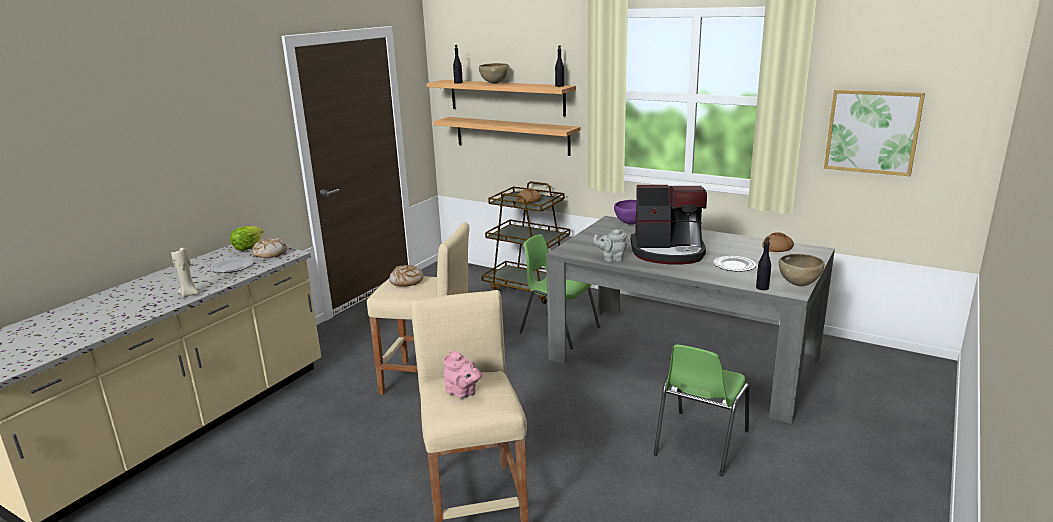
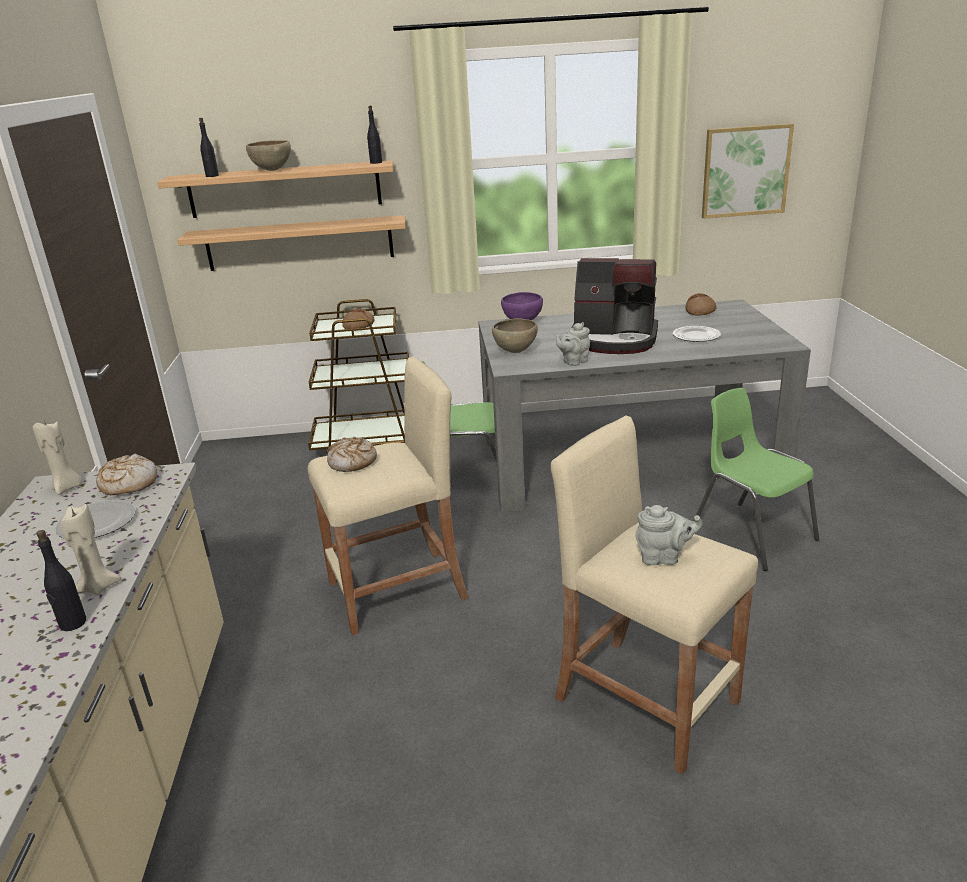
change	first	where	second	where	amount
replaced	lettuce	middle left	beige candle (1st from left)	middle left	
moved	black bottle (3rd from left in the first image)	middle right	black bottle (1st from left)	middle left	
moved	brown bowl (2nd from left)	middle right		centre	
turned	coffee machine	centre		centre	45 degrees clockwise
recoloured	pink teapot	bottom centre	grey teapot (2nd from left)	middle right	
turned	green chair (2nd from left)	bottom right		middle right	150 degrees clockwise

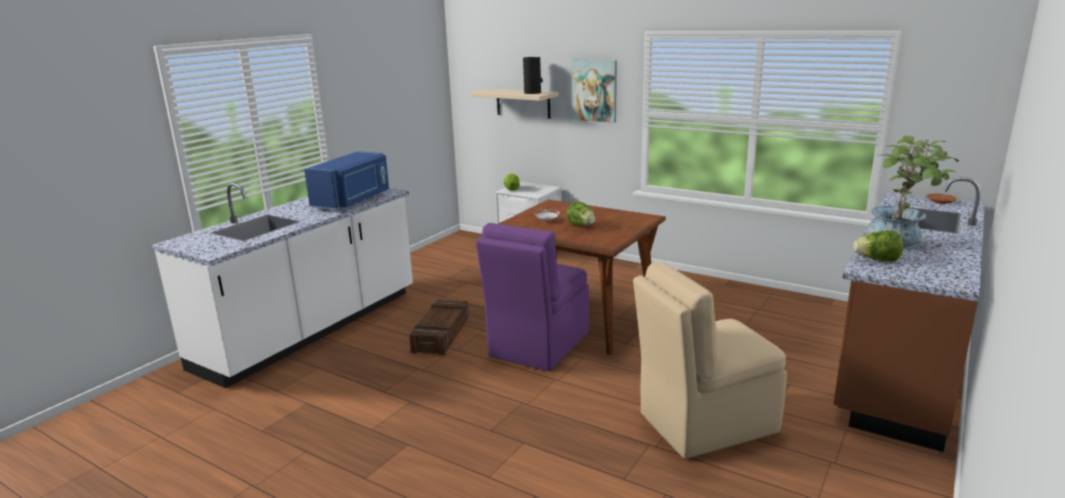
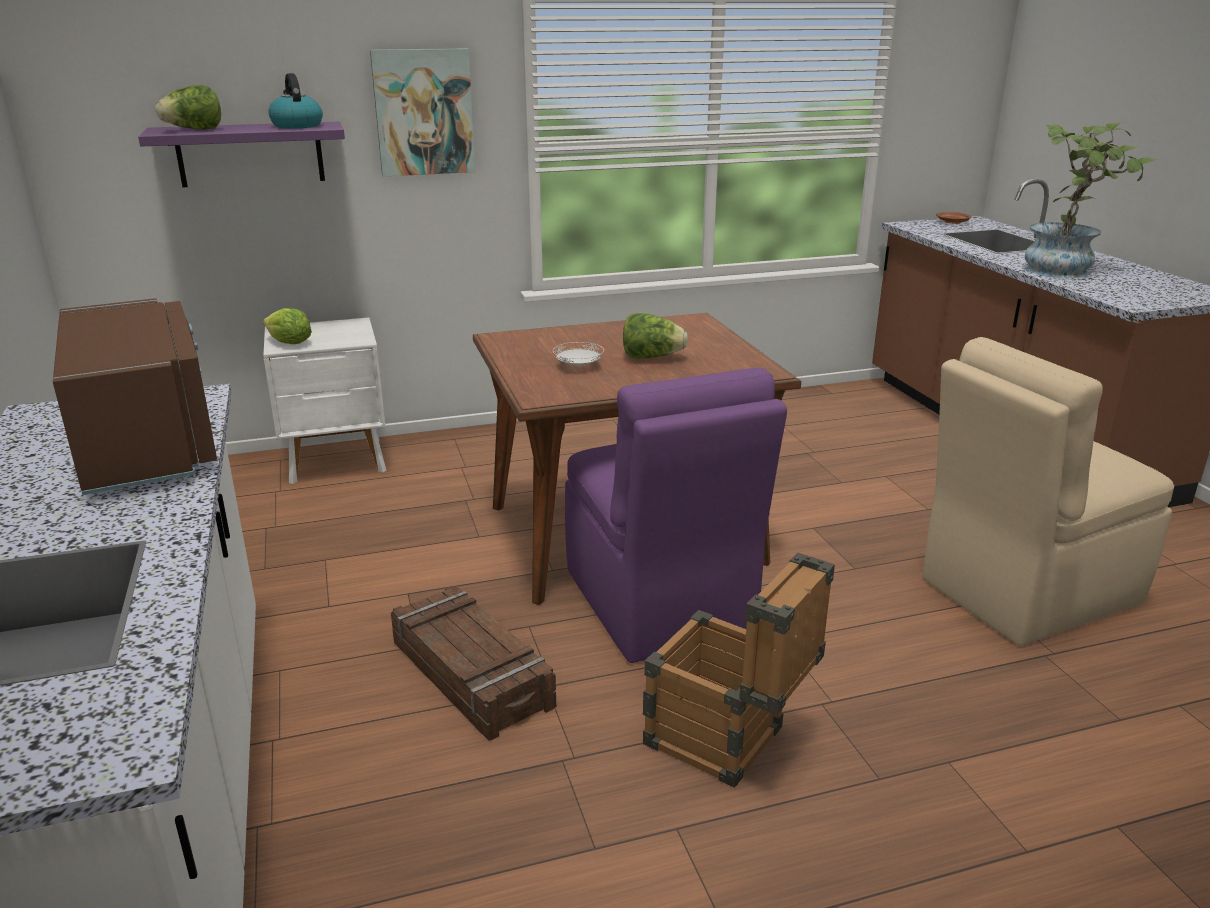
change	first	where	second	where	amount
recoloured	blue microwave	middle left	brown microwave	middle left	
recoloured	beige shelf	top centre	purple shelf	top left	
moved	lettuce (3rd from left in the first image)	middle right	lettuce (1st from left)	top left	
replaced	vase	top centre	kettle	top left	
added			crate (2nd from left)	bottom centre	
turned	beige chair	bottom right		middle right	45 degrees clockwise

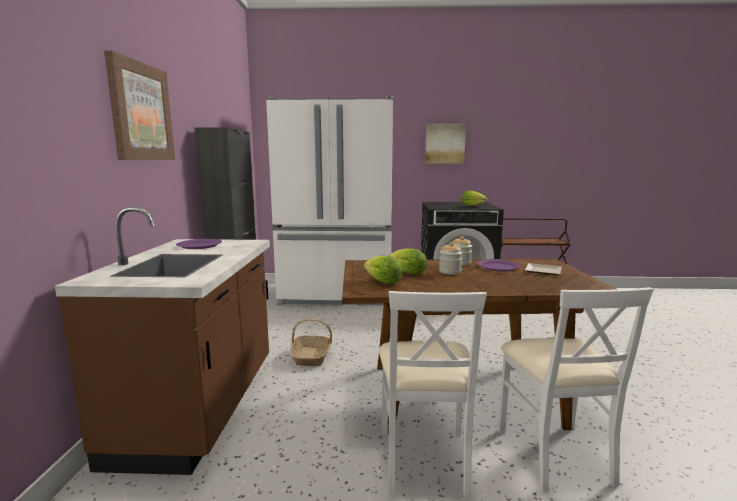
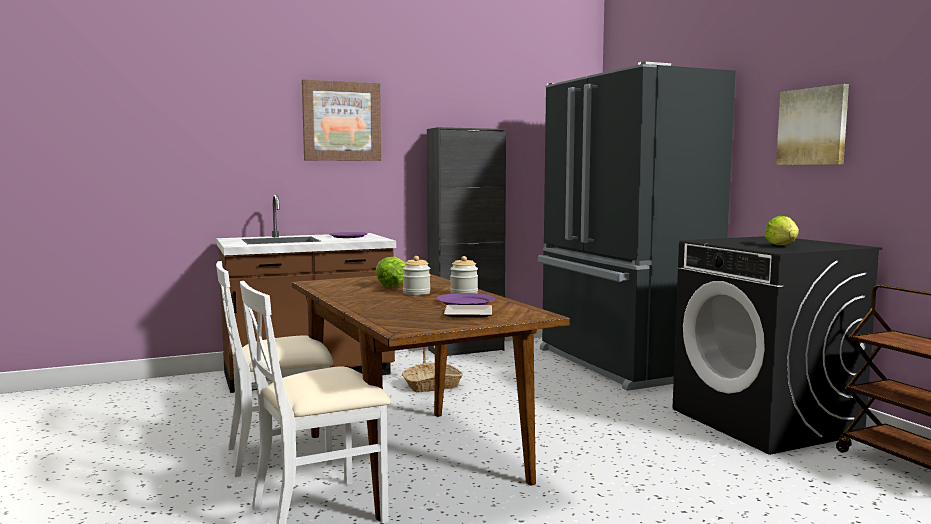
change	first	where	second	where	amount
recoloured	white fridge	centre	black fridge	middle right	
removed	lettuce (1st from left)	centre			

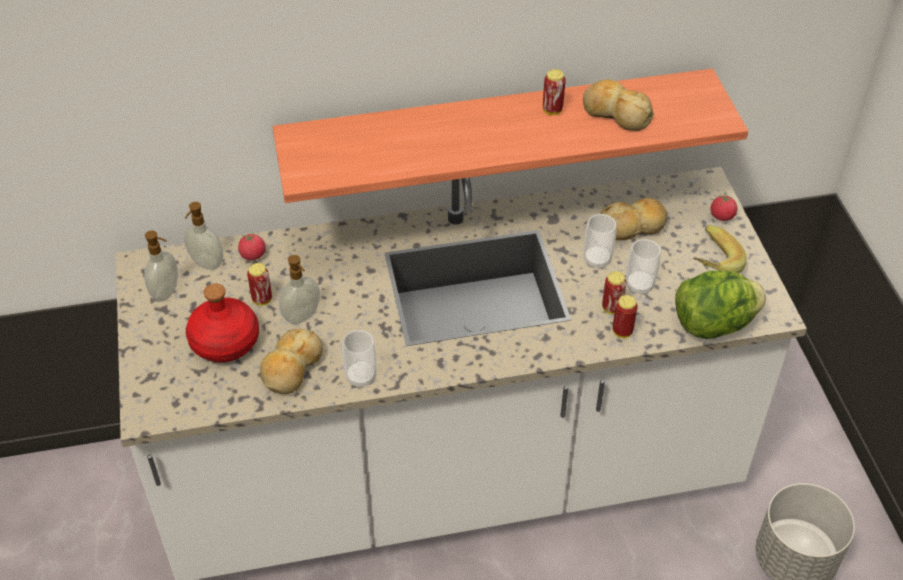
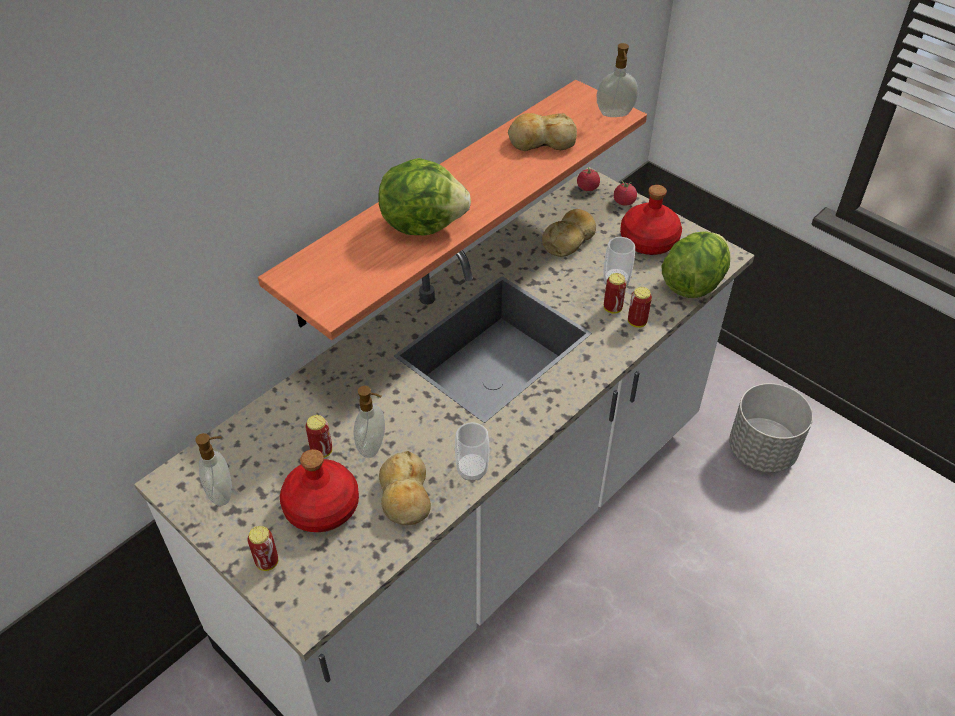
change	first	where	second	where	amount
moved	can (2nd from left in the first image)	top centre	can (1st from left)	bottom left	
added			lettuce (1st from left)	top centre	
moved	tomato (1st from left)	middle left		top centre	
moved	soap dispenser (2nd from left in the first image)	middle left	soap dispenser (3rd from left)	top centre	
replaced	banana	middle right	red bottle (2nd from left)	top right	
removed	cup (2nd from left)	centre			

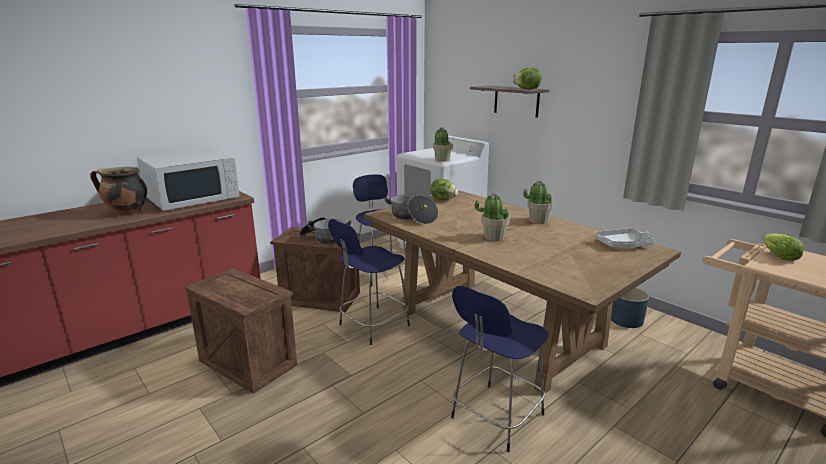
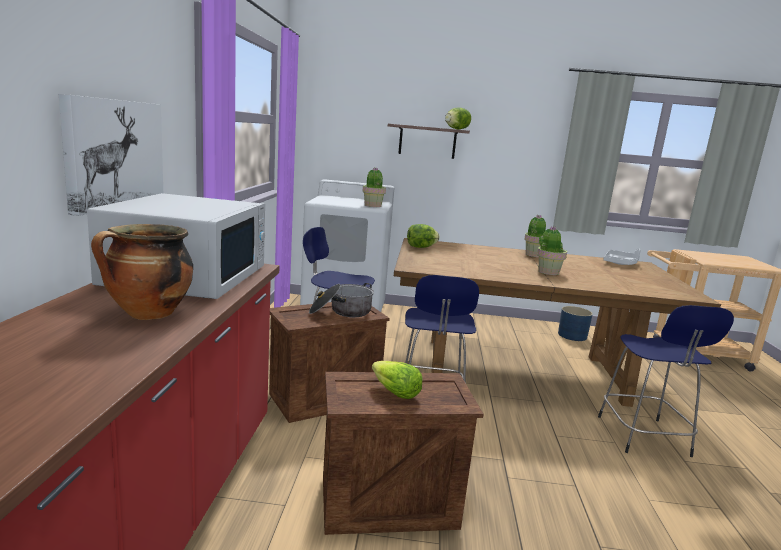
change	first	where	second	where	amount
added			picture	top left	
moved	lettuce (3rd from left in the first image)	middle right	lettuce (1st from left)	bottom centre	
removed	cooking pot (3rd from left)	centre			

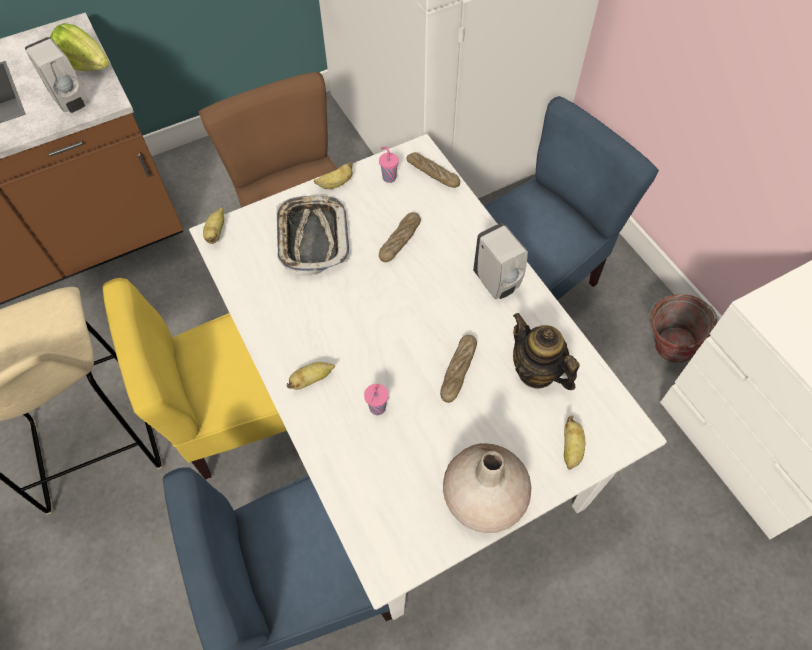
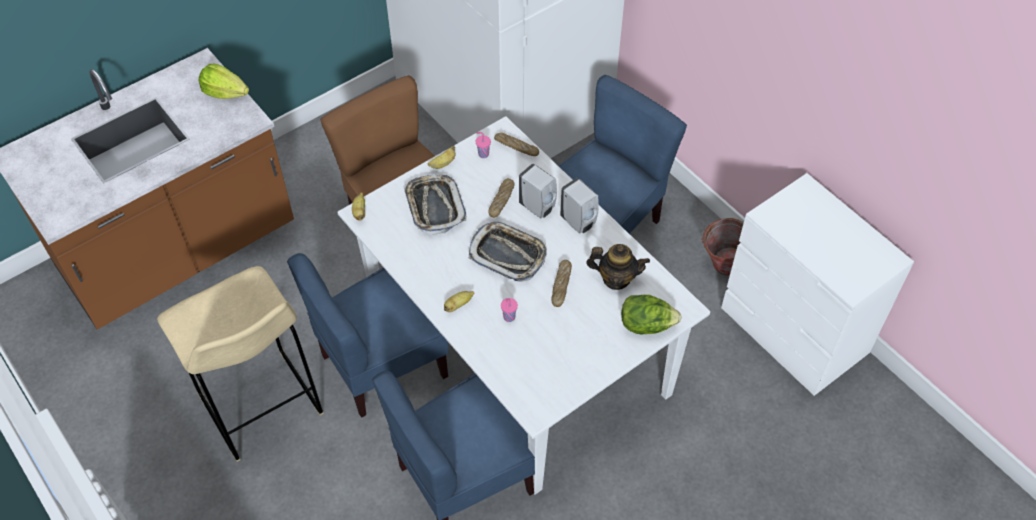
change	first	where	second	where	amount
recoloured	yellow chair	middle left	blue chair (1st from left)	centre	
added			tray (2nd from left)	centre	
moved	white soap dispenser (1st from left)	top left		centre	
turned	teapot	middle right		centre	150 degrees clockwise
replaced	banana (4th from left)	bottom right	lettuce (2nd from left)	centre	
removed	beige vase	bottom centre			

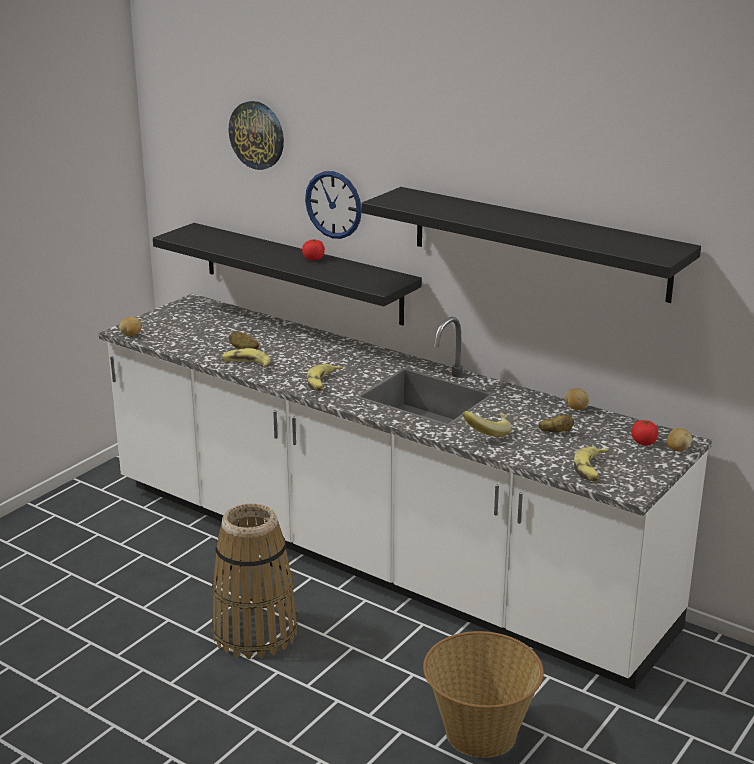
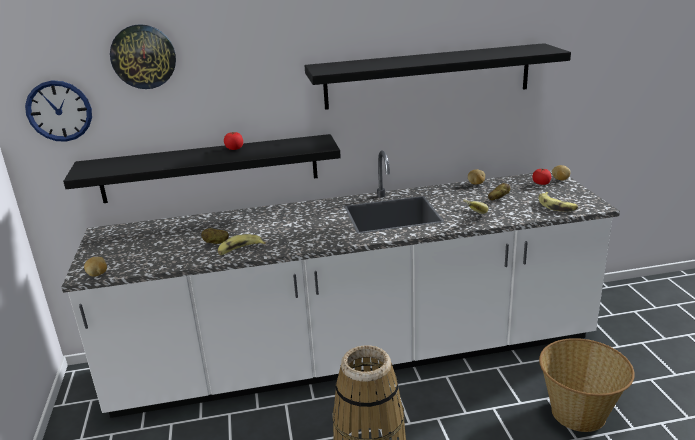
change	first	where	second	where	amount
moved	wall clock (2nd from left in the first image)	top centre	wall clock (1st from left)	top left	
removed	banana (2nd from left)	centre			

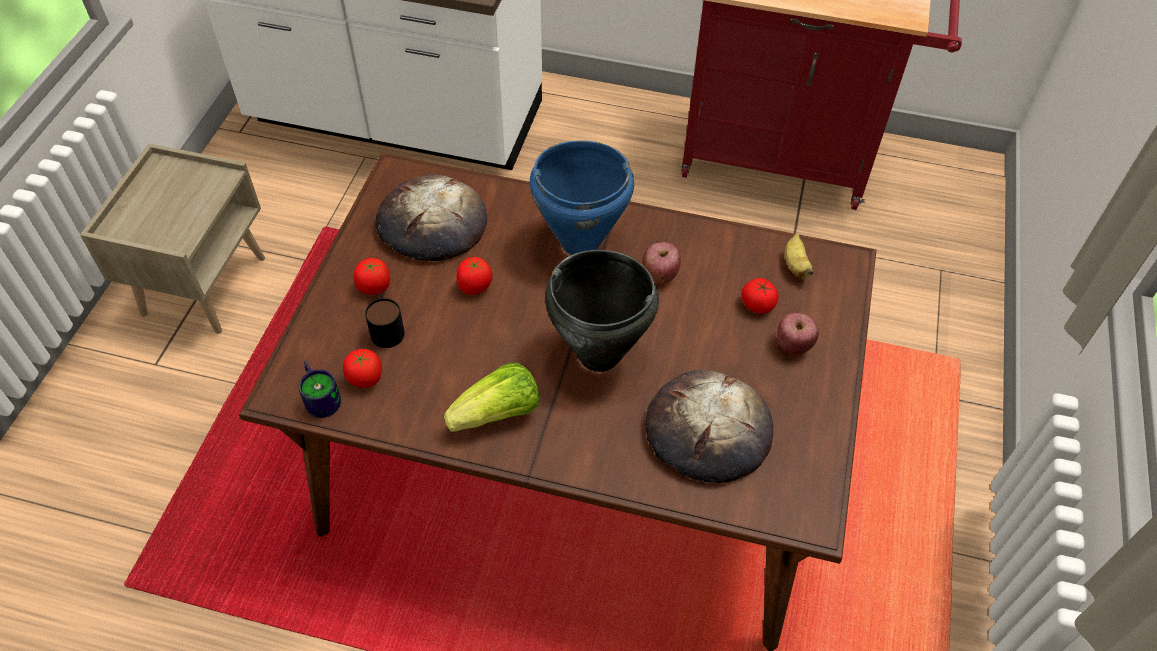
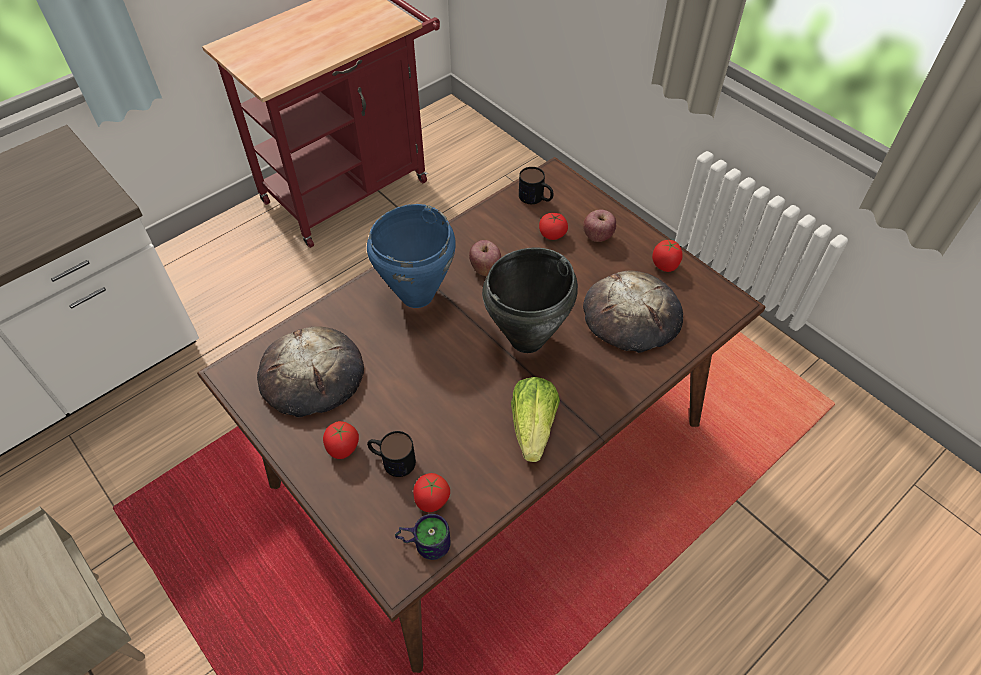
change	first	where	second	where	amount
replaced	banana	middle right	mug (3rd from left)	top centre	
moved	tomato (3rd from left in the first image)	centre	tomato (4th from left)	middle right	

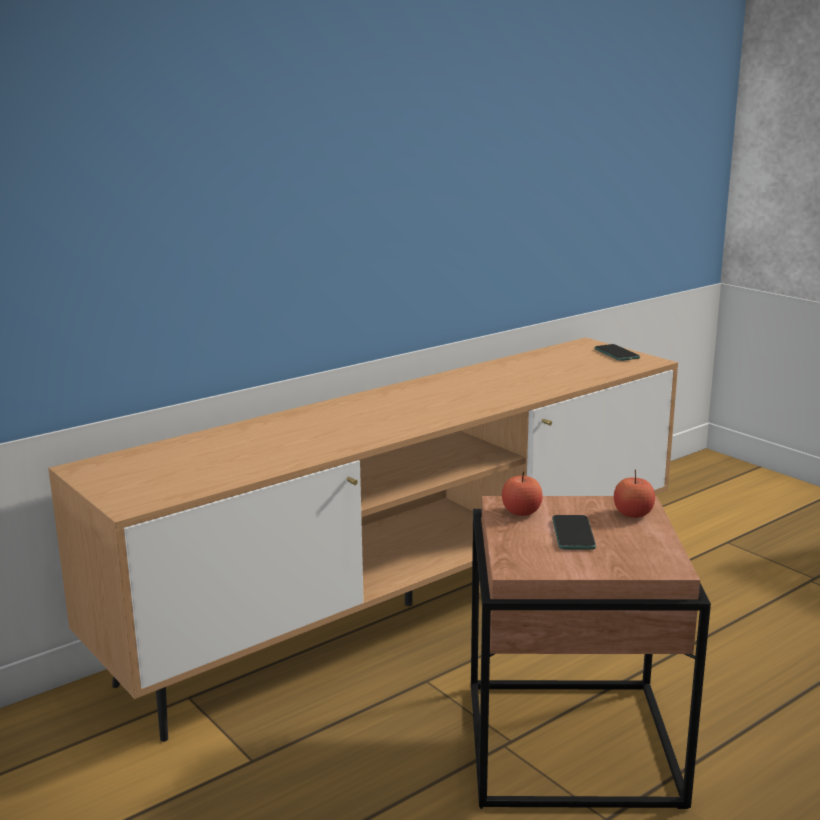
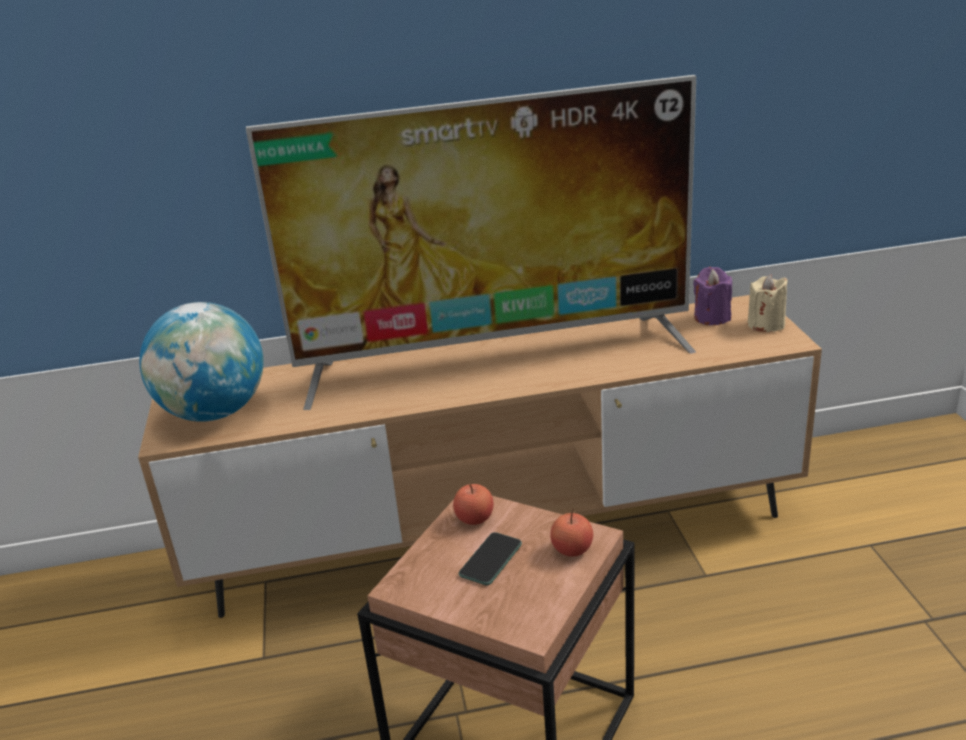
change	first	where	second	where	amount
added			globe	middle left	
added			television	top centre	
added			purple candle	middle right	
replaced	phone (2nd from left)	middle right	beige candle	middle right	

